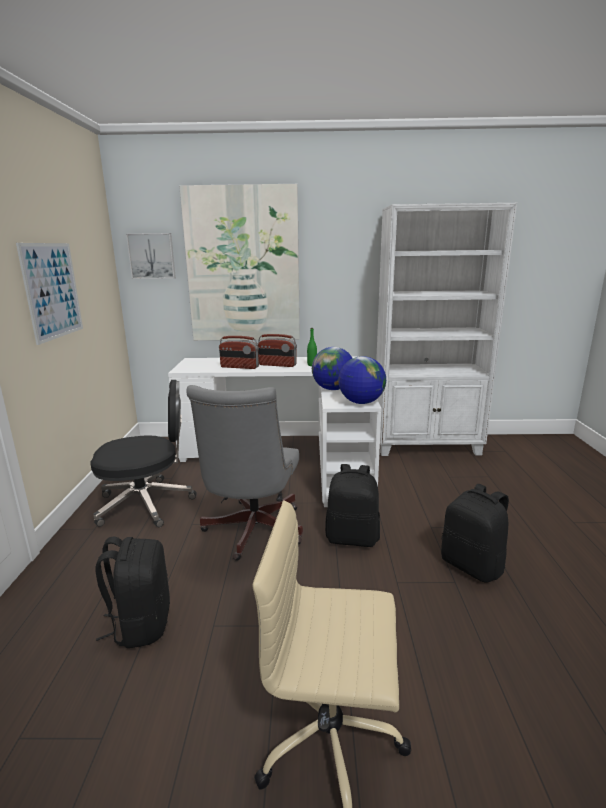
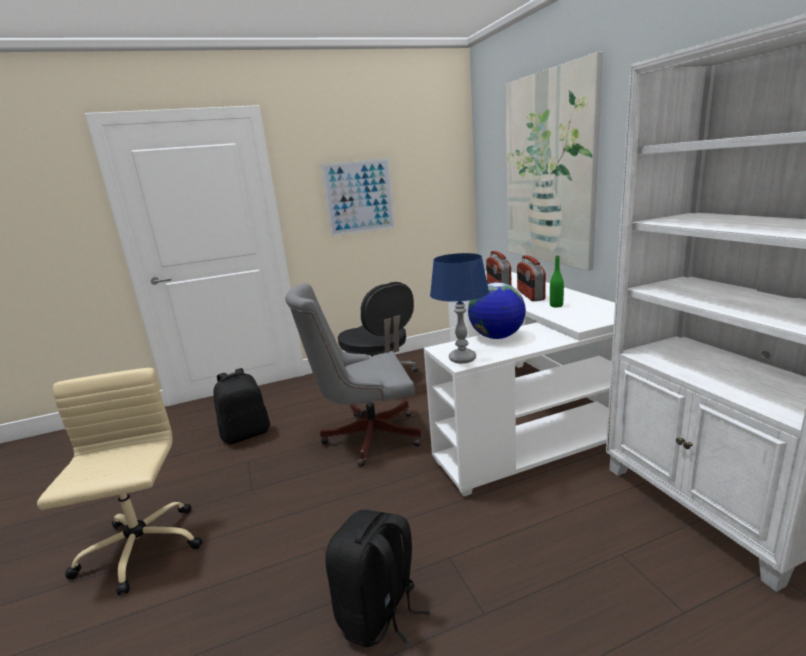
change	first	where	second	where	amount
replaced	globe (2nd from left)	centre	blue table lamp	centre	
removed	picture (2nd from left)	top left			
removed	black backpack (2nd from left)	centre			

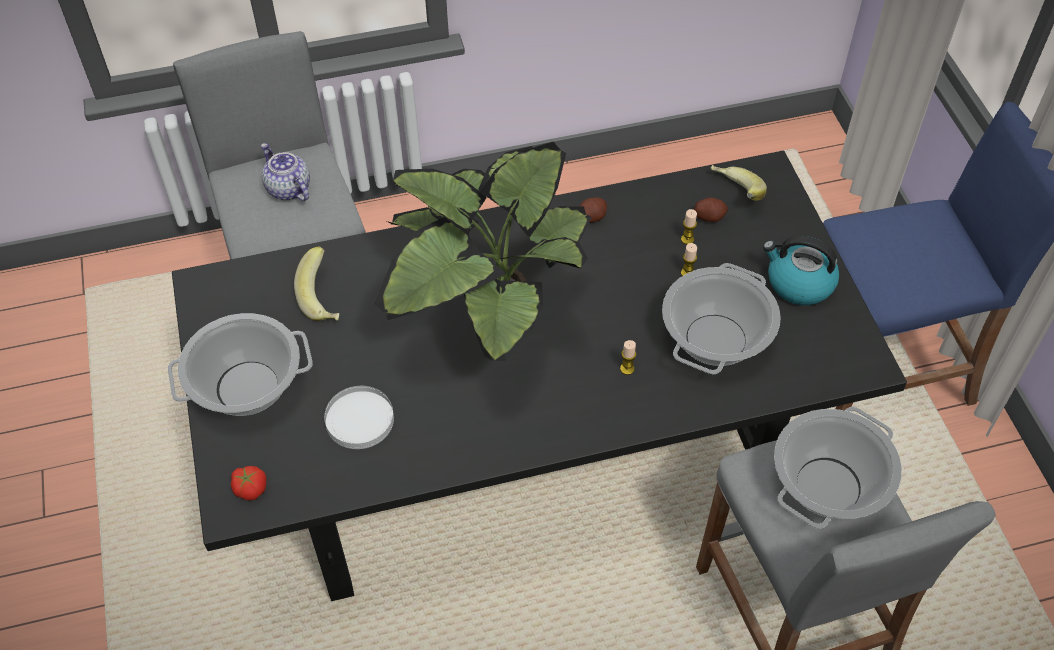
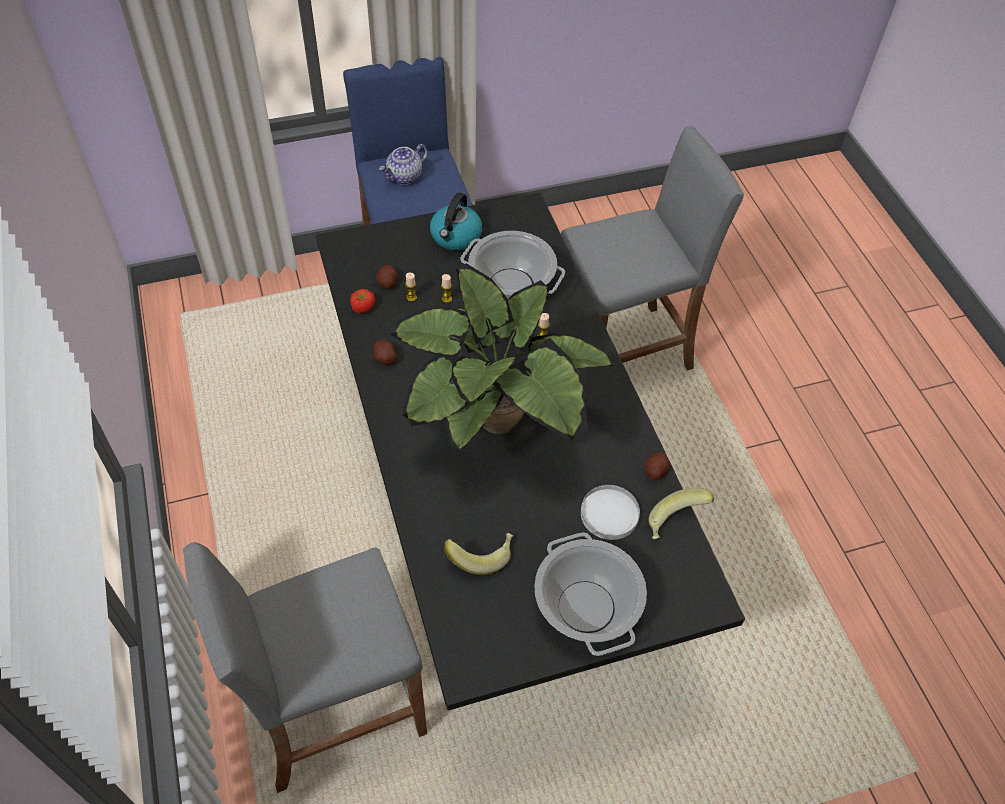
change	first	where	second	where	amount
moved	tomato	bottom left		centre	
moved	teapot	top left		top centre	
added			potato (3rd from left)	centre	
moved	banana (2nd from left)	top right		middle right	
removed	cooking pot (3rd from left)	bottom right			

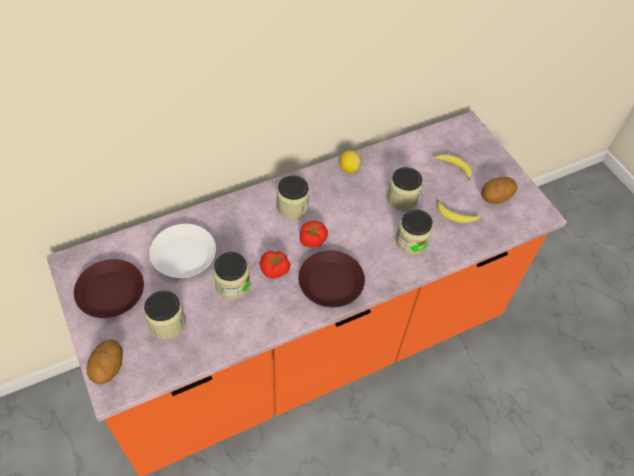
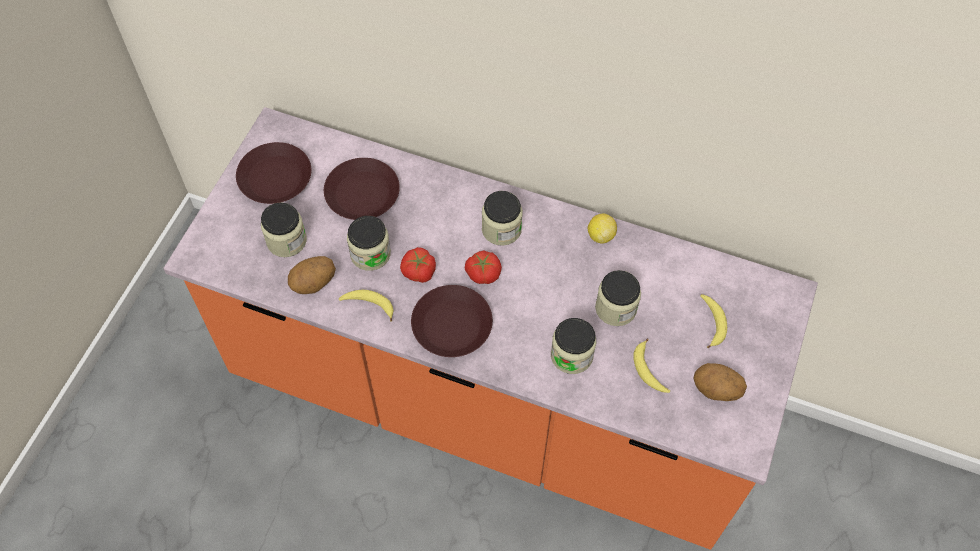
change	first	where	second	where	amount
moved	potato (1st from left)	bottom left		middle left	
recoloured	white plate	middle left	brown plate (2nd from left)	centre	
added			banana (1st from left)	centre	

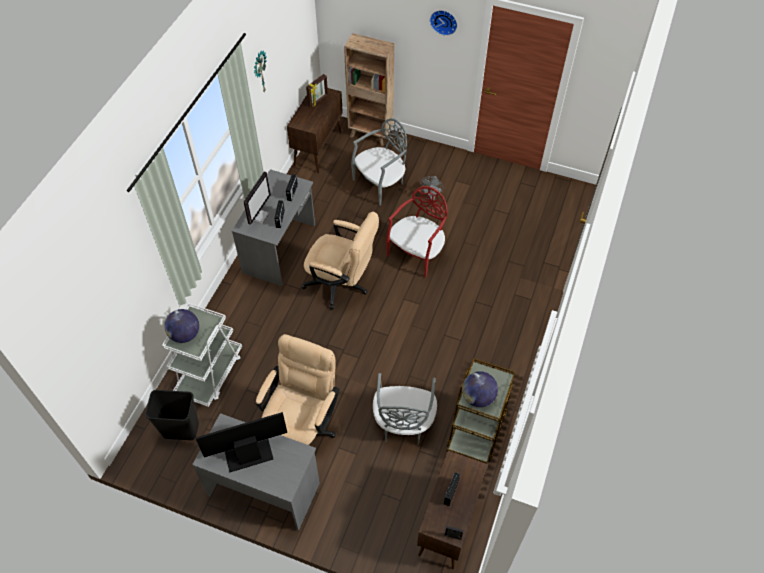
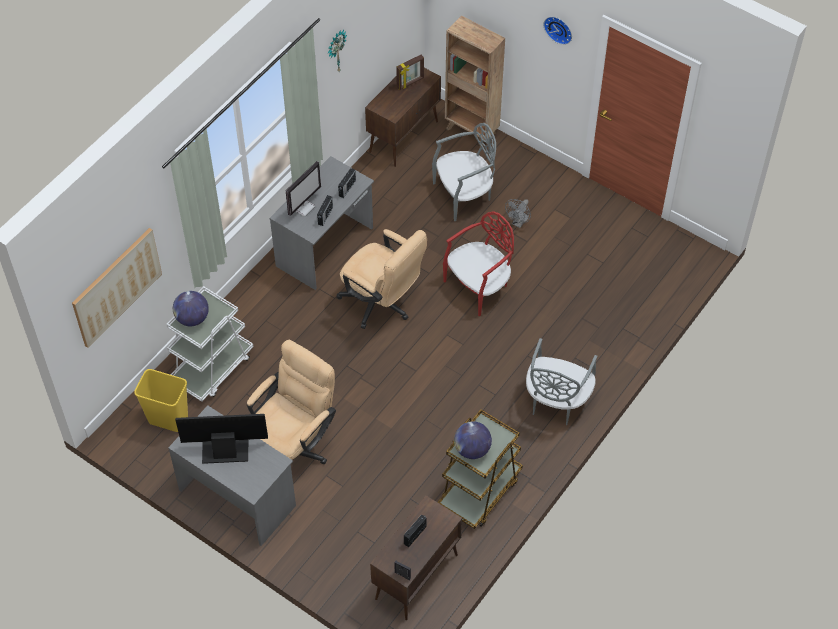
change	first	where	second	where	amount
added			picture	middle left	
recoloured	black trash can	bottom left	yellow trash can	middle left	
moved	grey chair (2nd from left)	bottom centre		middle right	

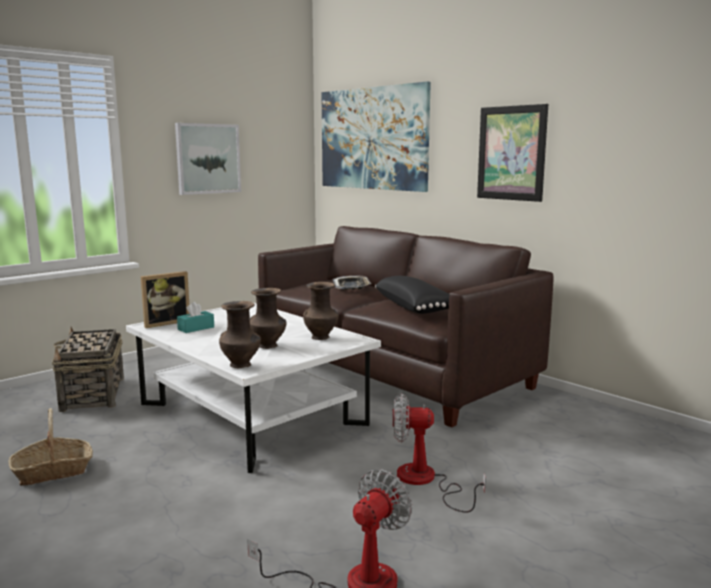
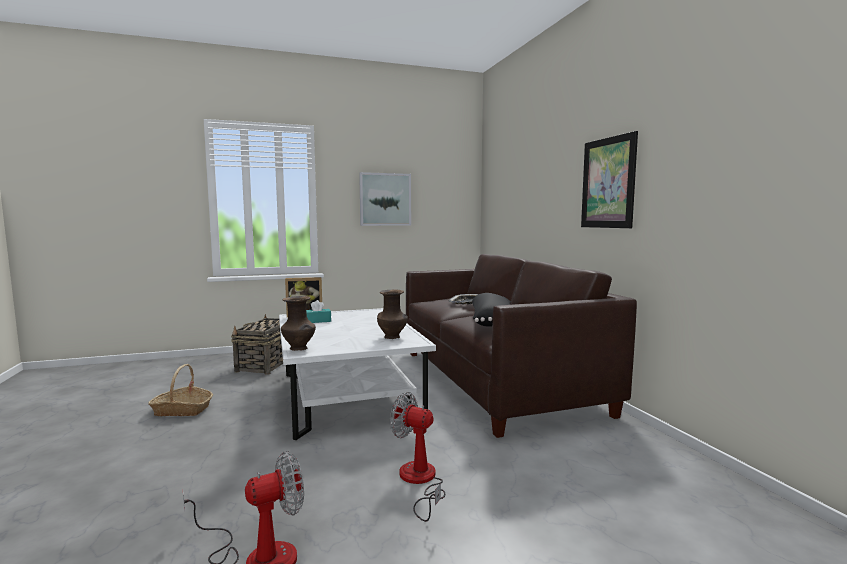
change	first	where	second	where	amount
removed	brown vase (2nd from left)	centre			
removed	picture (2nd from left)	top centre			

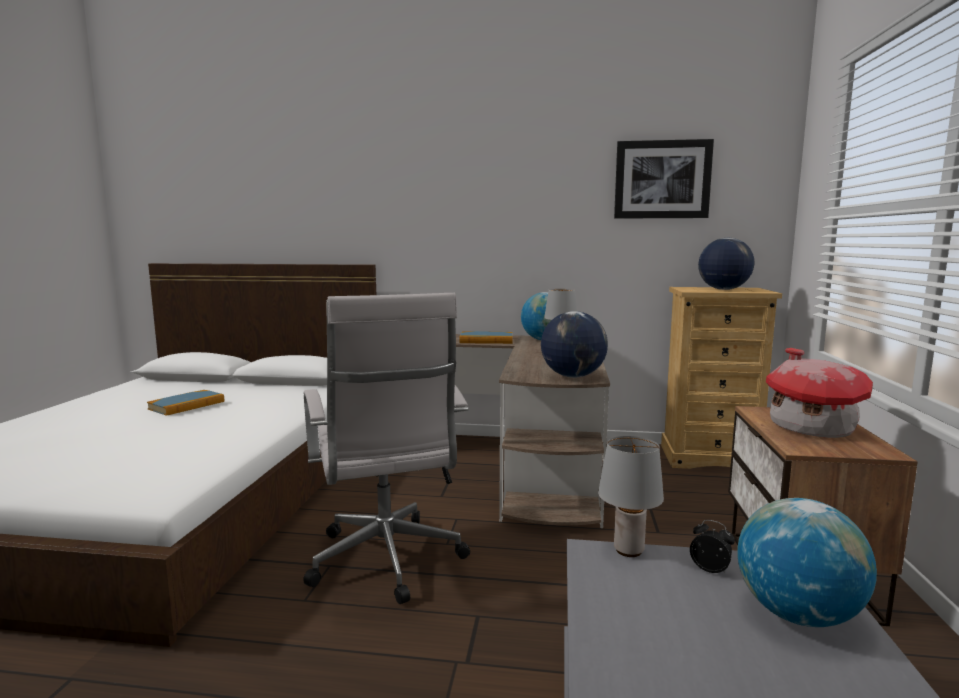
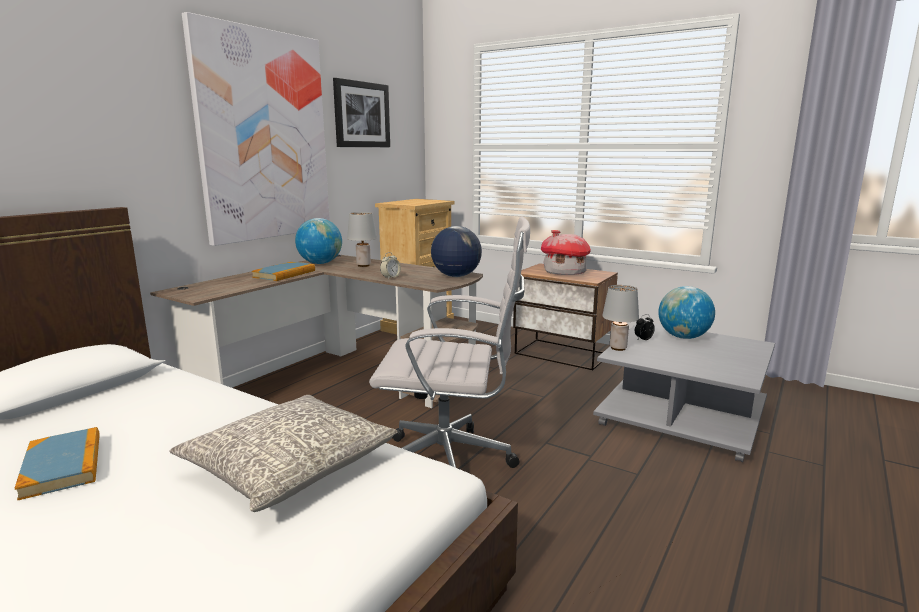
change	first	where	second	where	amount
added			grey pillow	bottom left	
added			picture (1st from left)	top left	
added			alarm clock (1st from left)	centre	
removed	globe (3rd from left)	middle right			

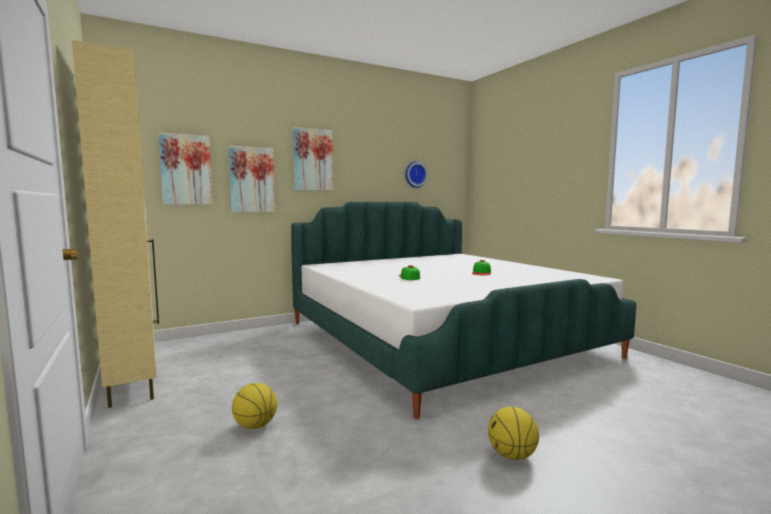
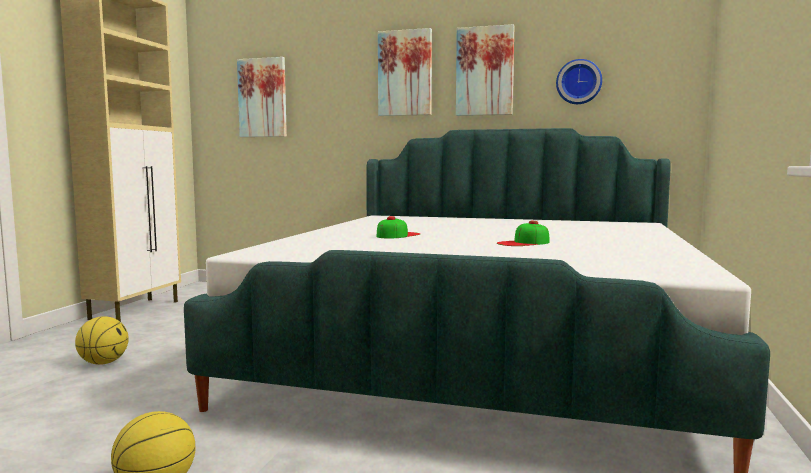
change	first	where	second	where	amount
moved	picture (2nd from left in the first image)	middle left	picture (3rd from left)	top centre	

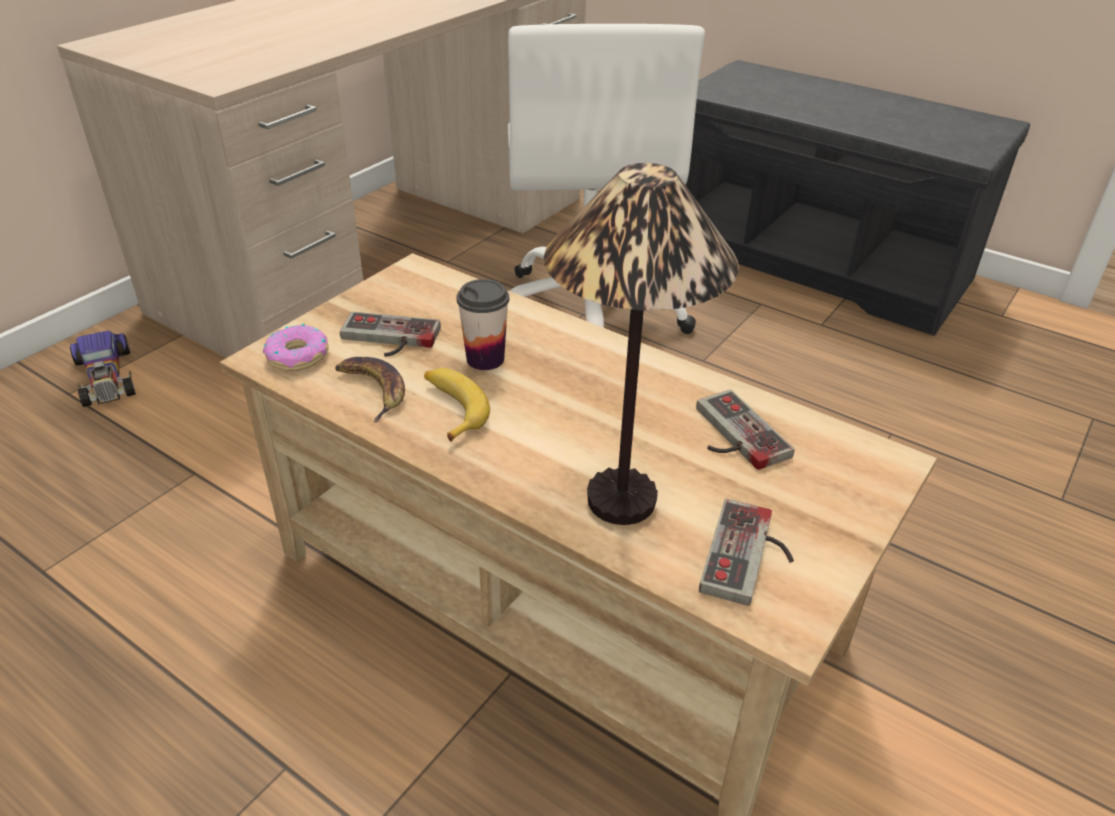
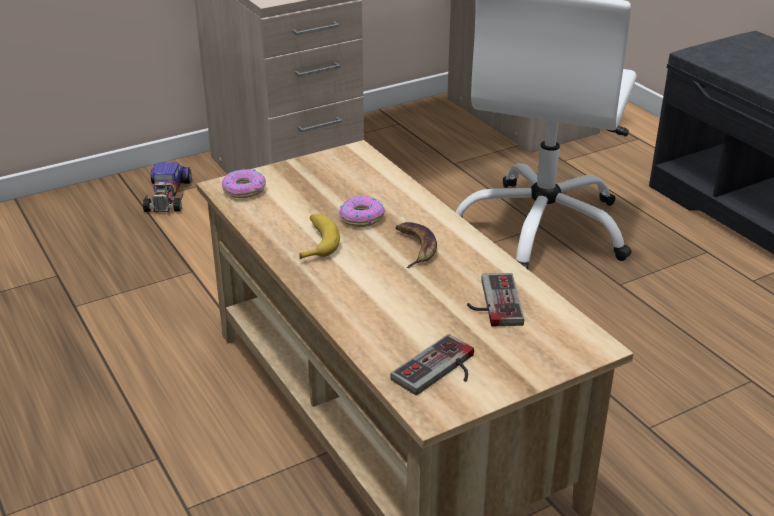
change	first	where	second	where	amount
replaced	cup	centre	donut (2nd from left)	centre	
moved	banana (1st from left in the first image)	middle left	banana (2nd from left)	centre	
removed	game controller (1st from left)	centre			
removed	table lamp	centre			

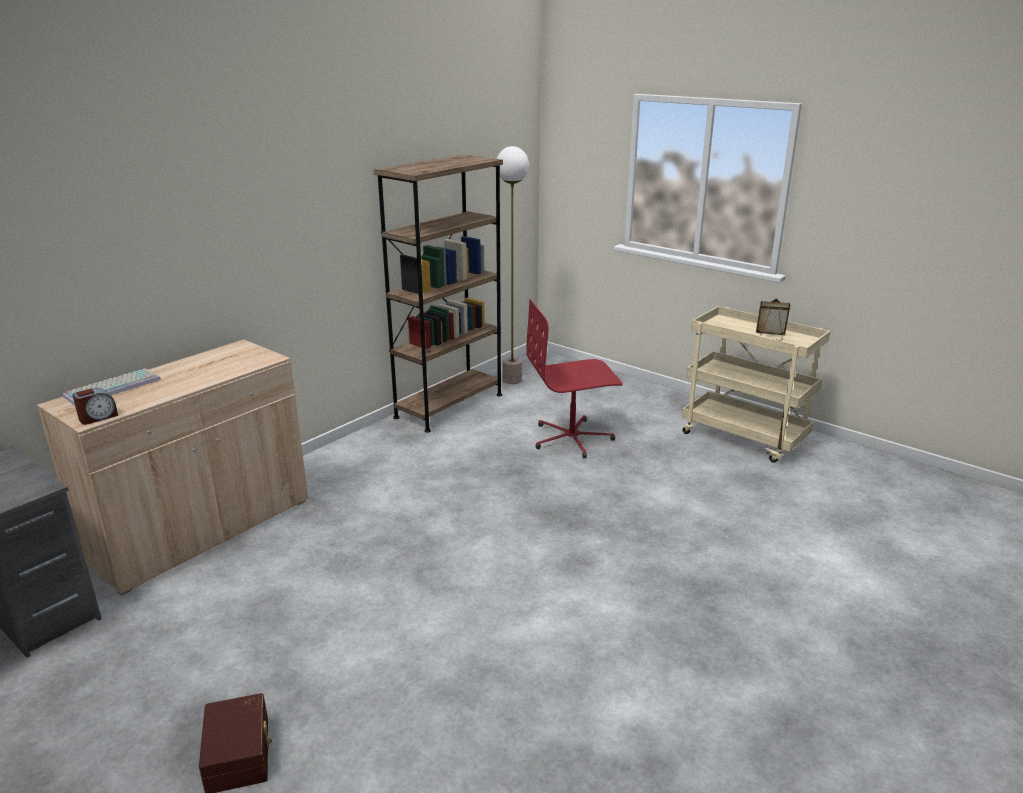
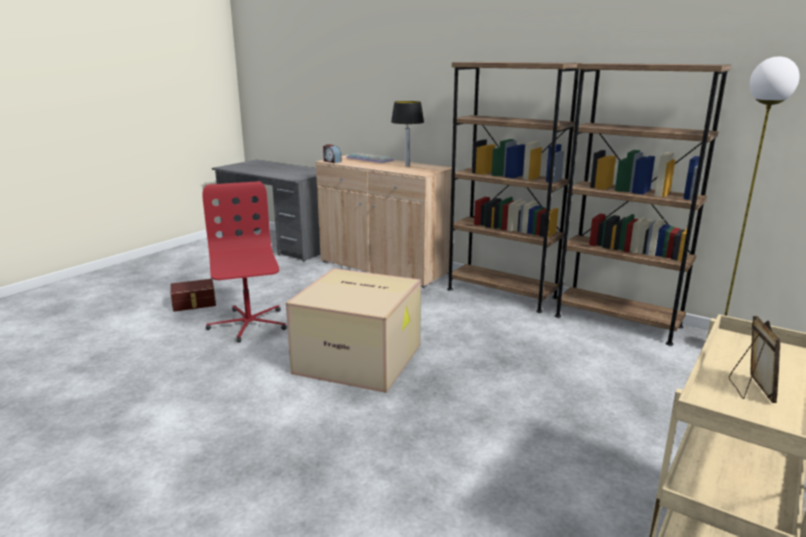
change	first	where	second	where	amount
moved	red office chair	centre		middle left	
added			cardboard box	centre	
added			table lamp	top centre	
added			brown bookcase (1st from left)	centre	

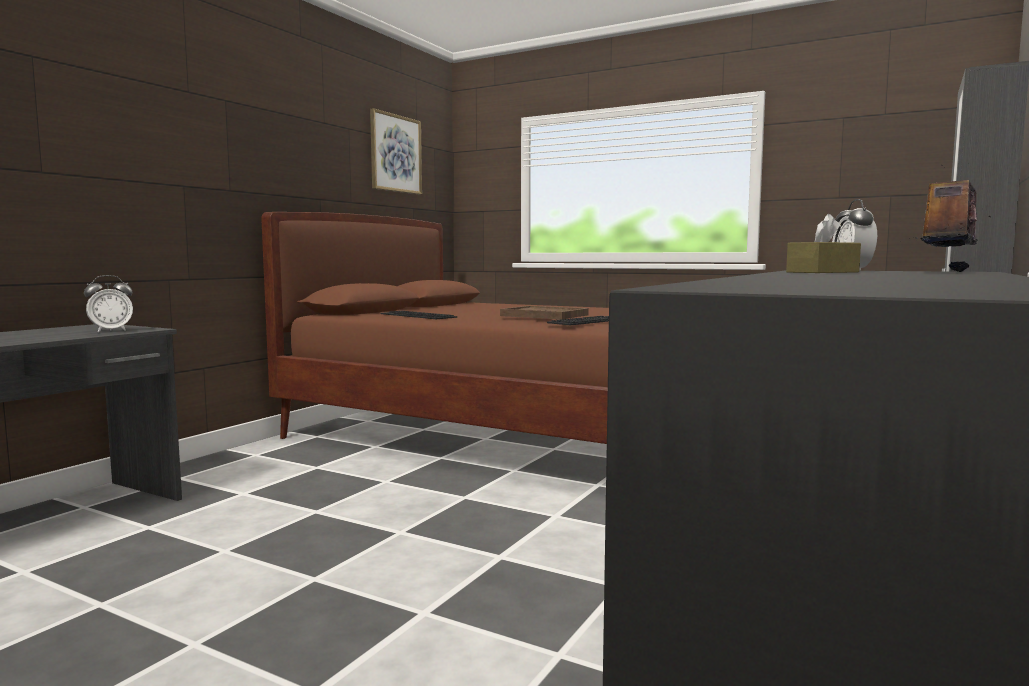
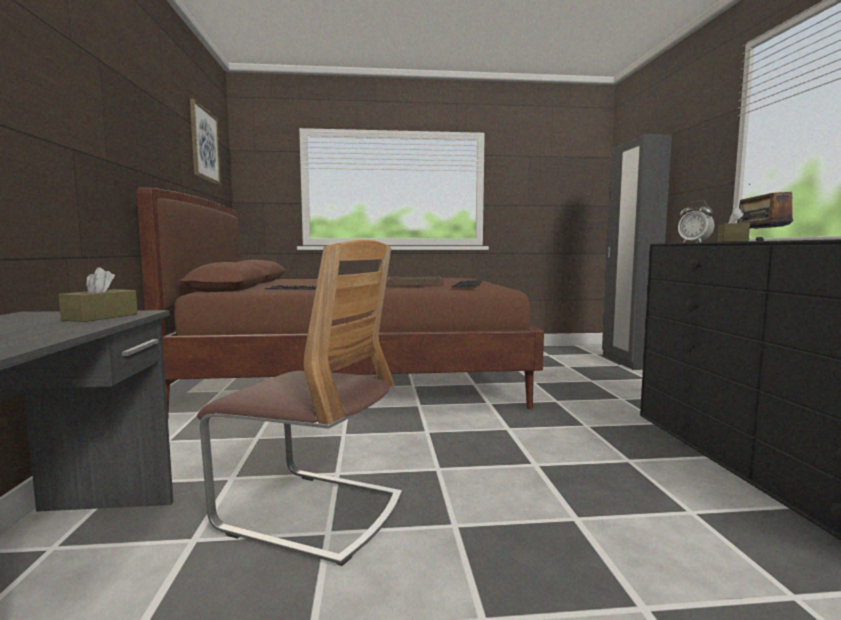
change	first	where	second	where	amount
replaced	alarm clock (1st from left)	middle left	brown tissue box (1st from left)	middle left	
added			chair	centre	

